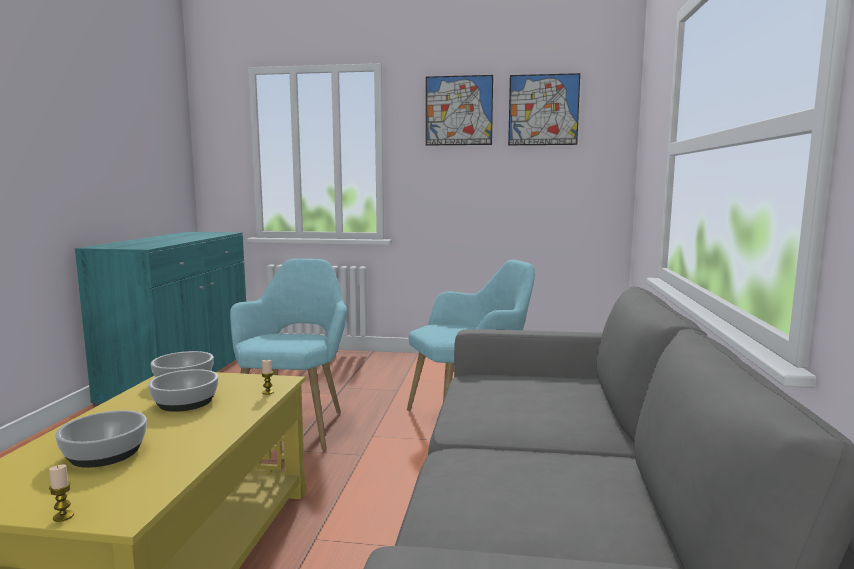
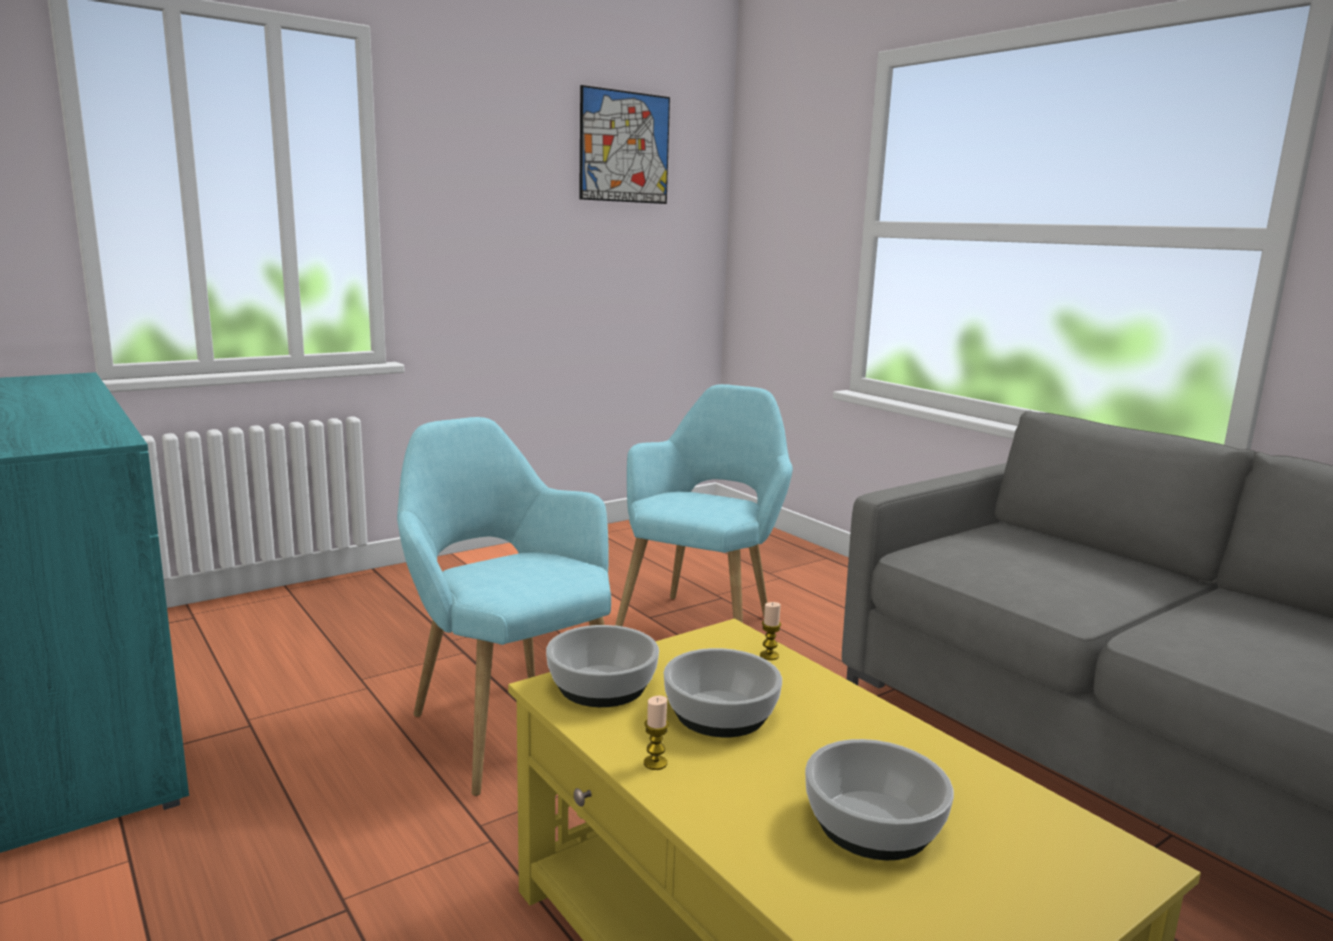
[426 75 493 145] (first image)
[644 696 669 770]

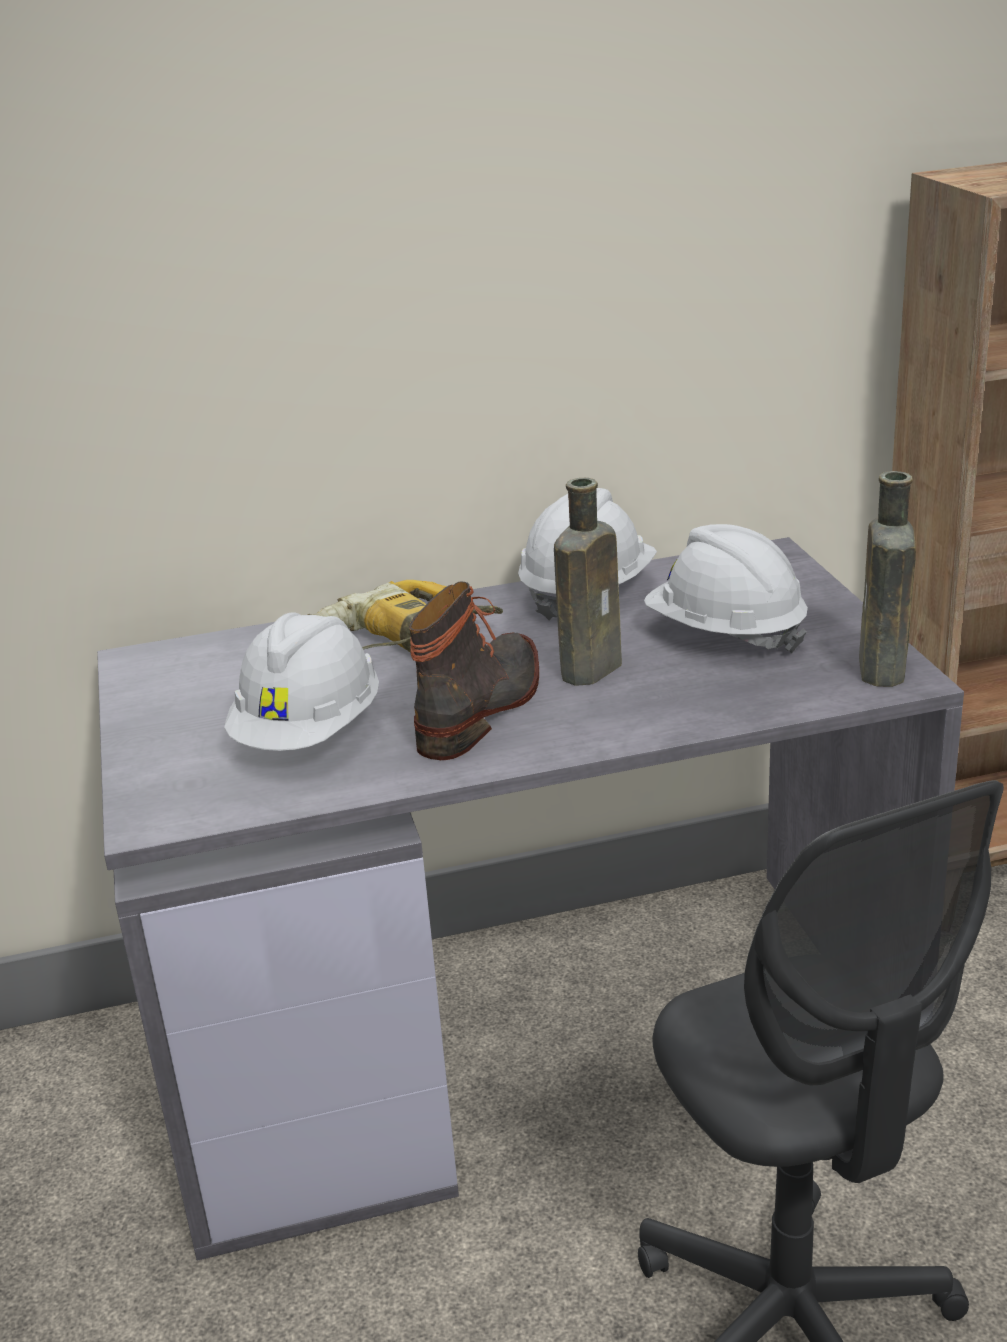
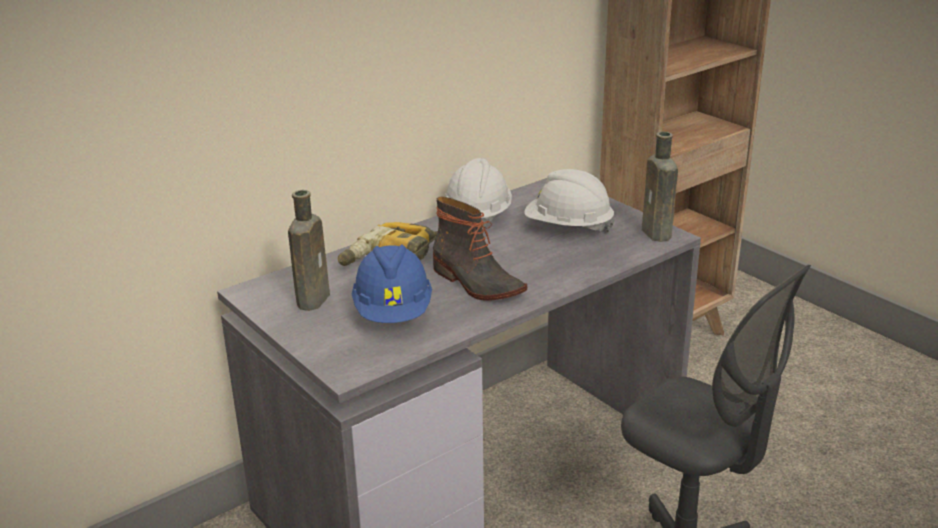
[288 190 330 311]
[352 244 432 323]
[433 197 527 301]

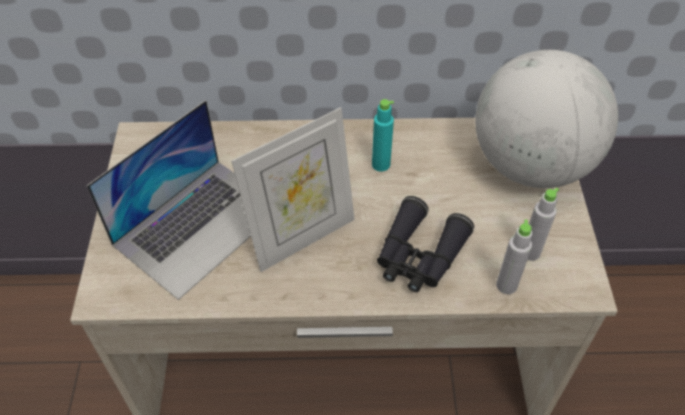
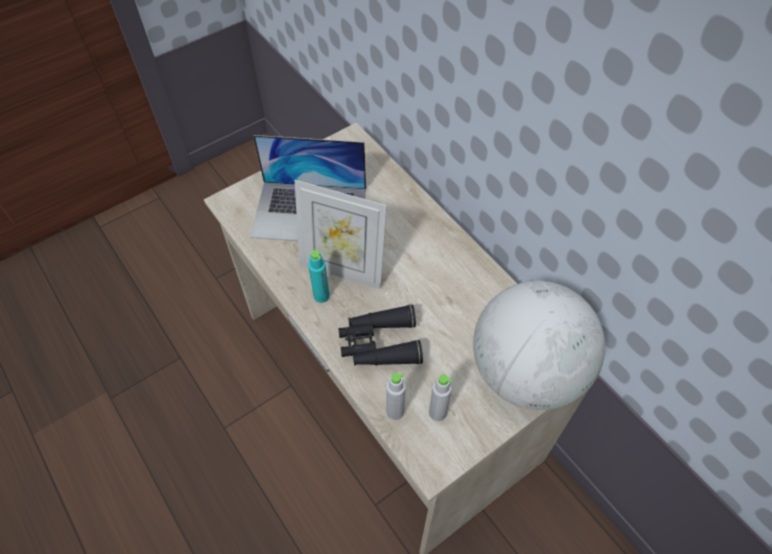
[308 250 330 303]

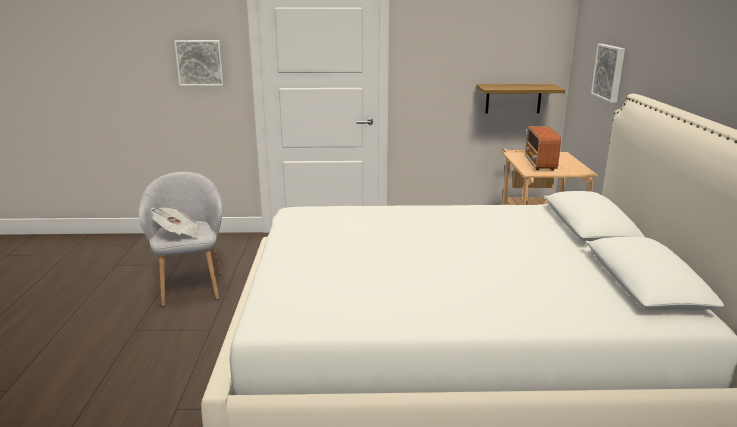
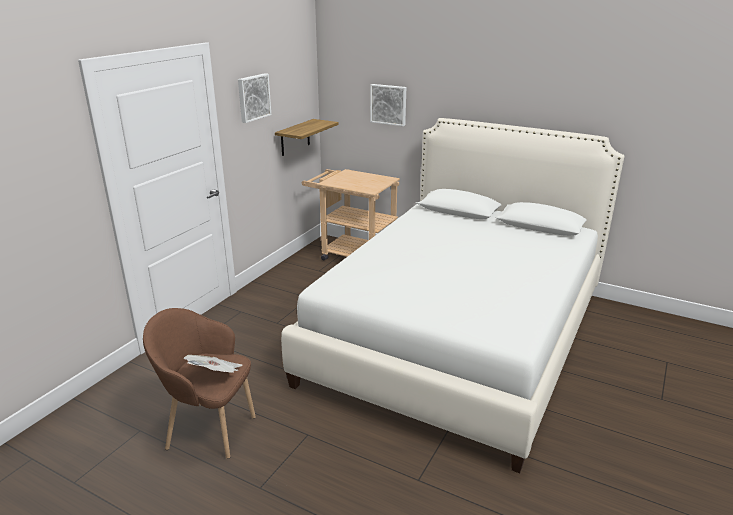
[525 126 561 171] (first image)
[238 73 271 123]
[143 308 256 459]

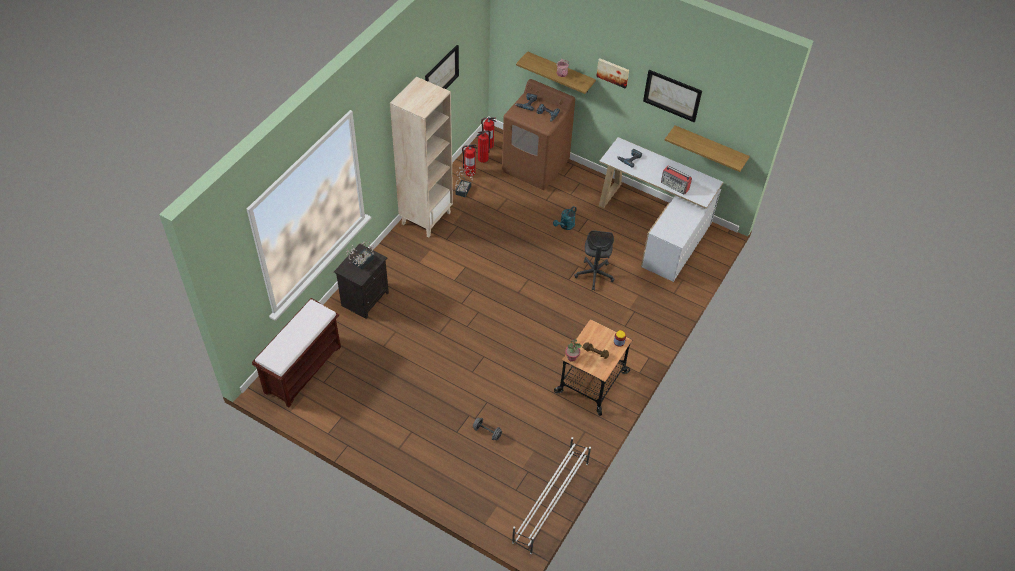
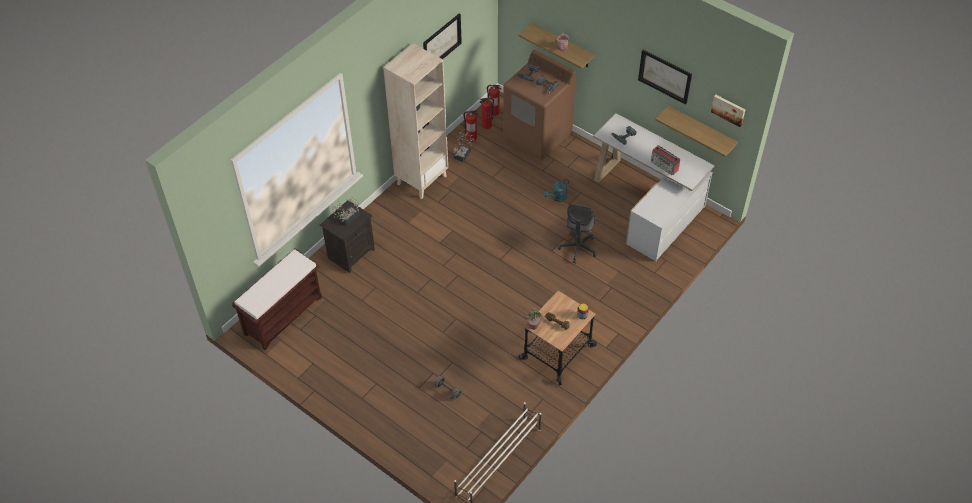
[711 95 746 127]

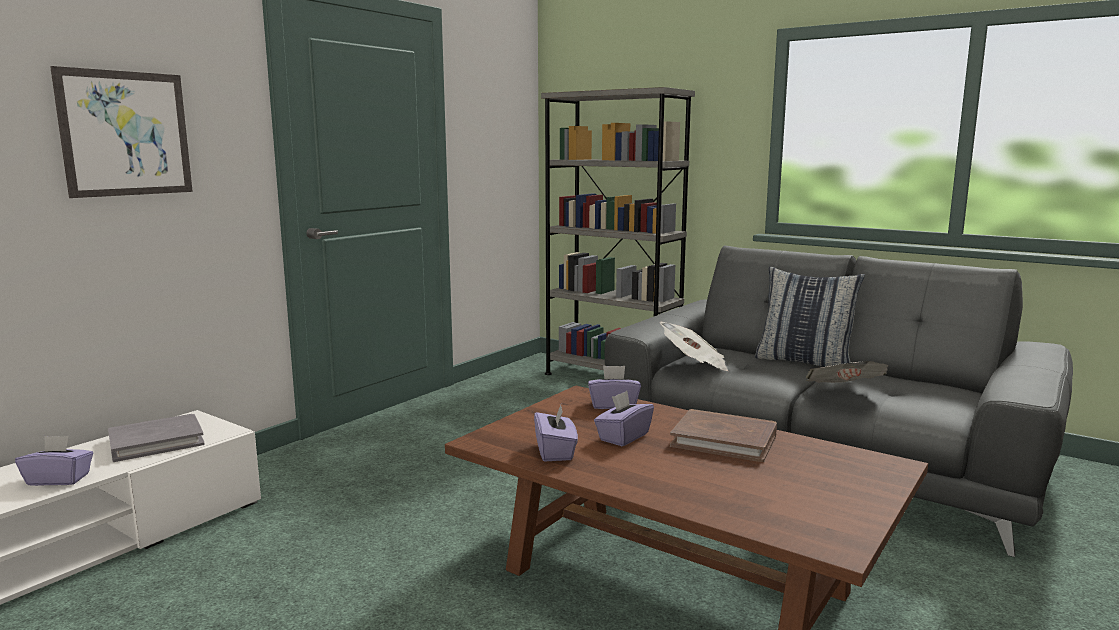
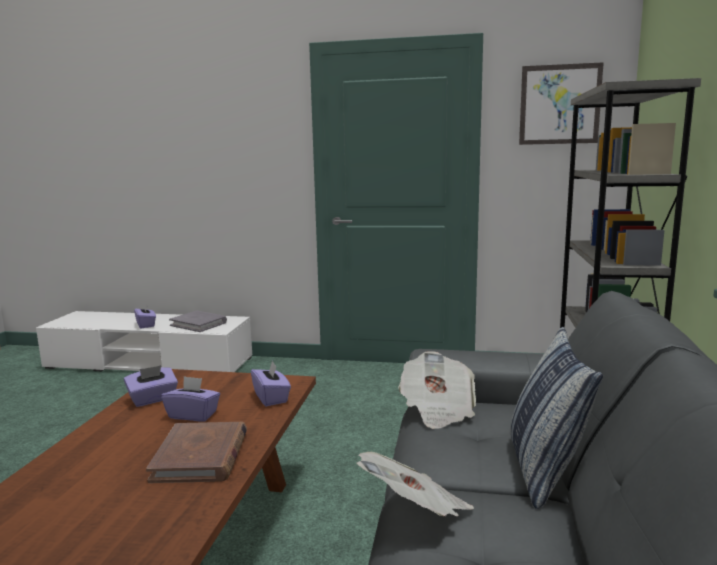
[519 62 604 145]

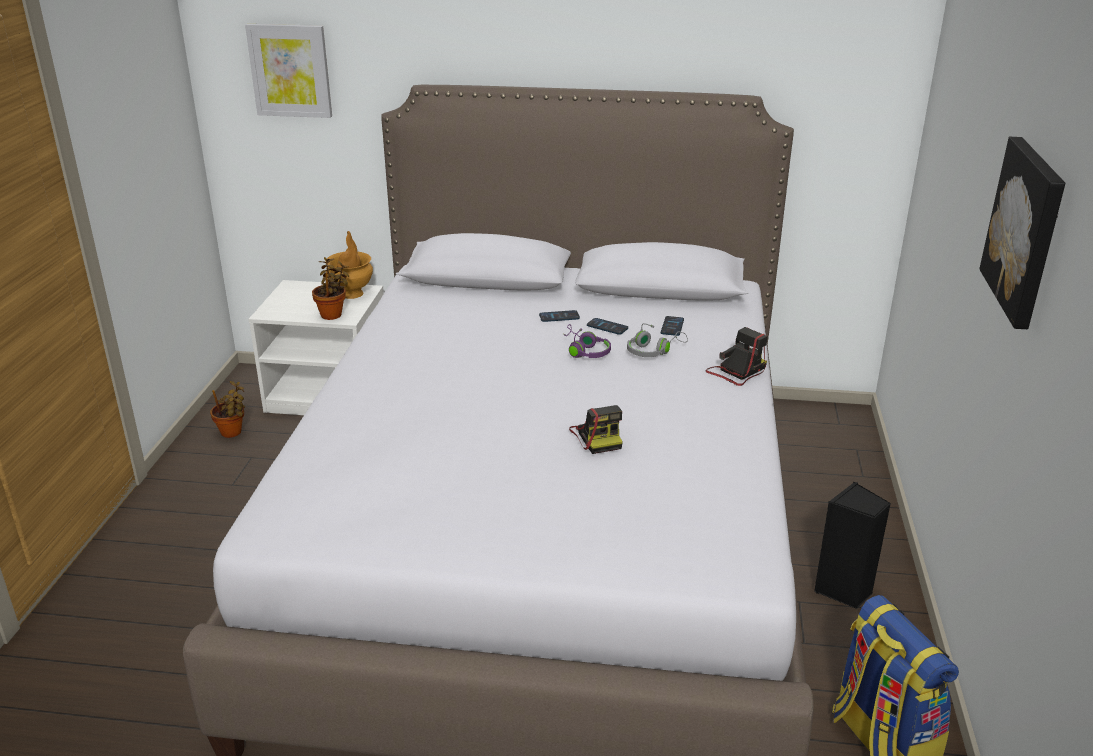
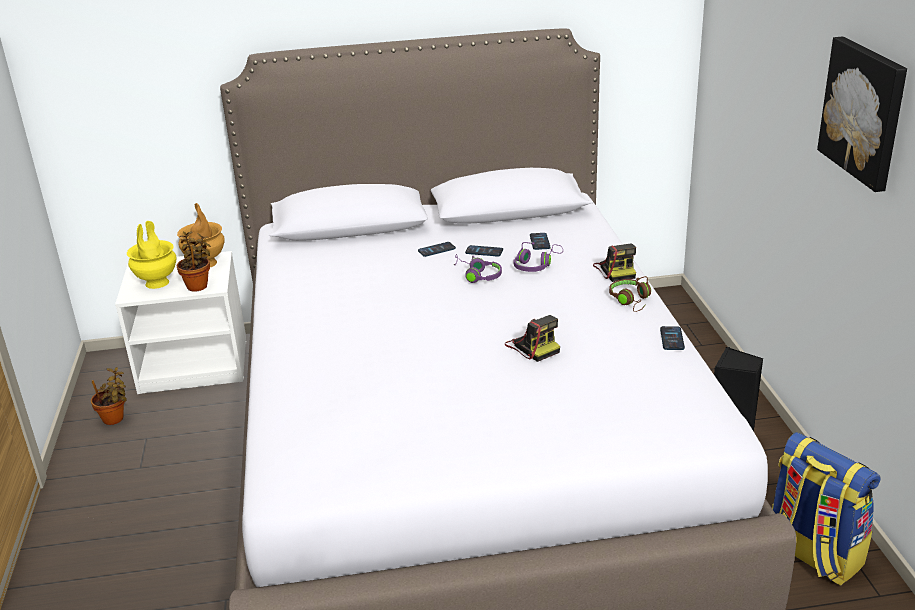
[245 24 332 118] (first image)
[127 221 177 289]
[609 276 651 312]
[660 326 685 350]
[514 242 563 272]
[593 244 636 282]

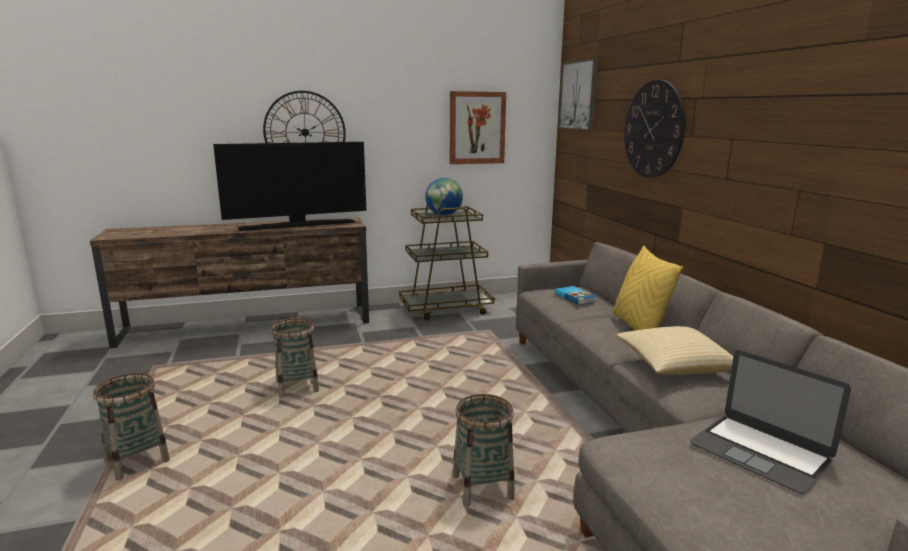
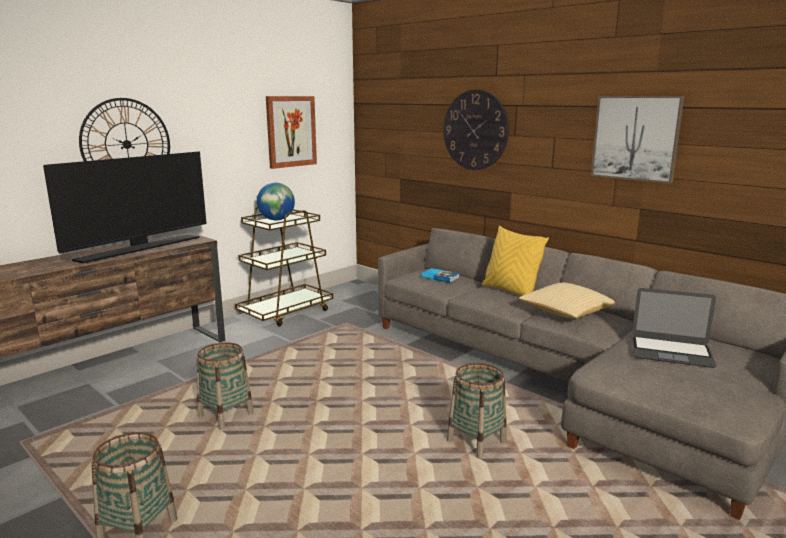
[591 96 684 184]

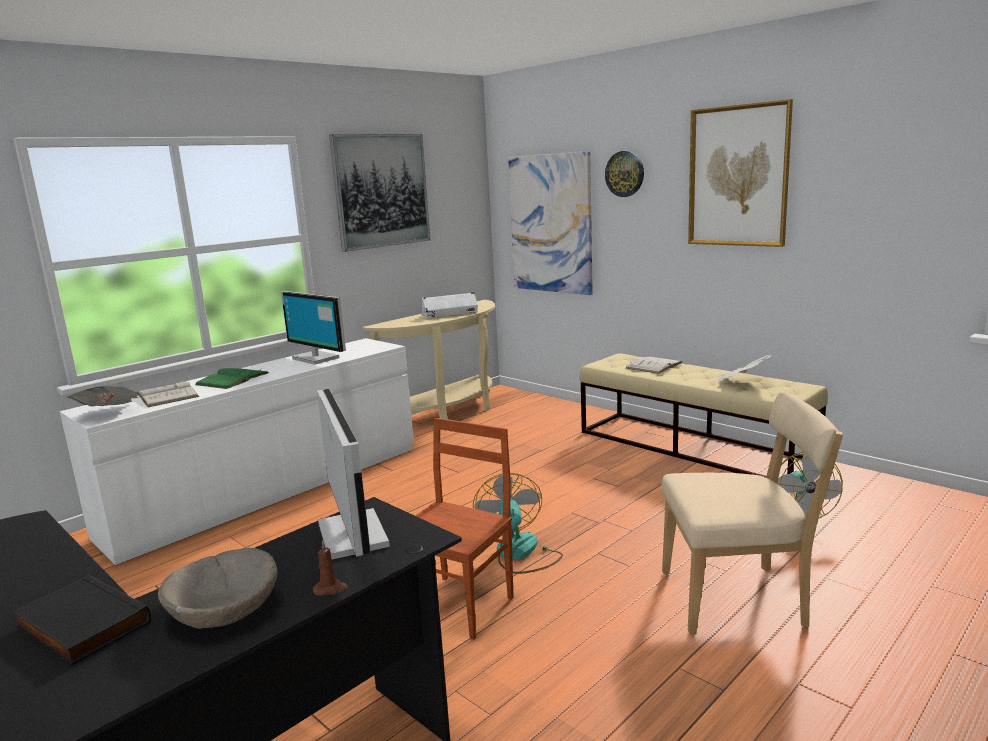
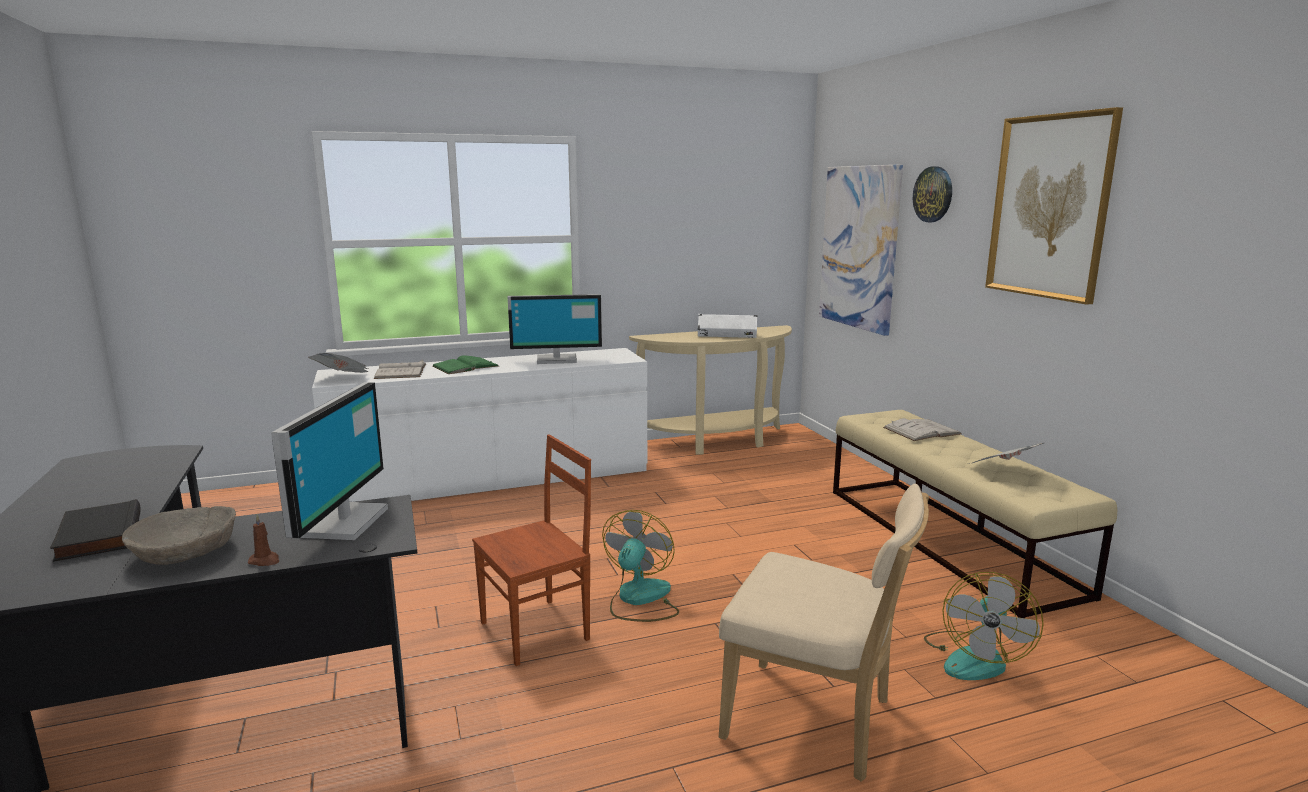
[329 134 430 252] (first image)
[508 294 602 364]

